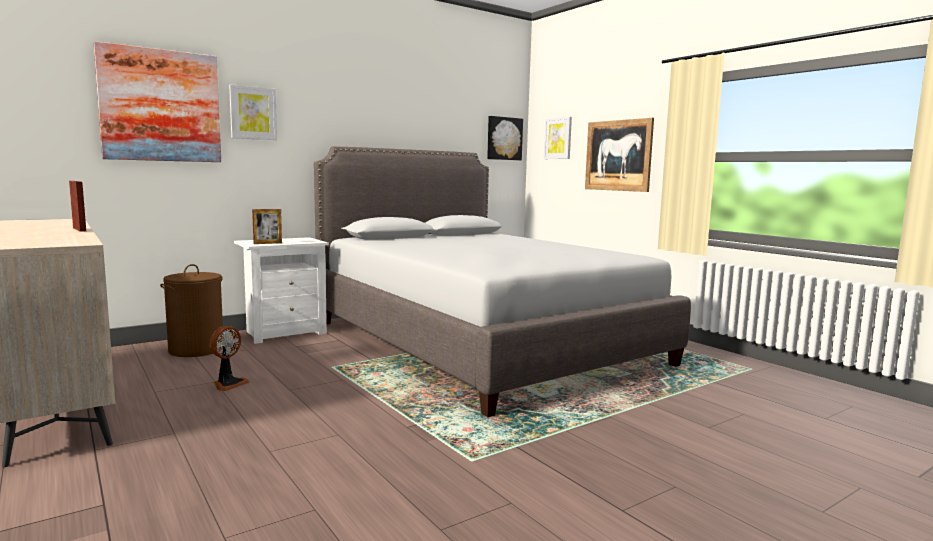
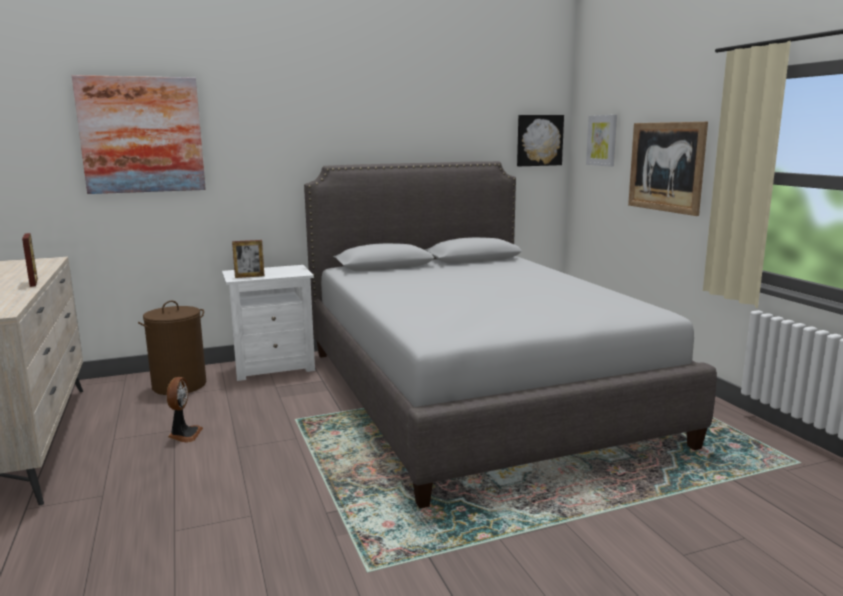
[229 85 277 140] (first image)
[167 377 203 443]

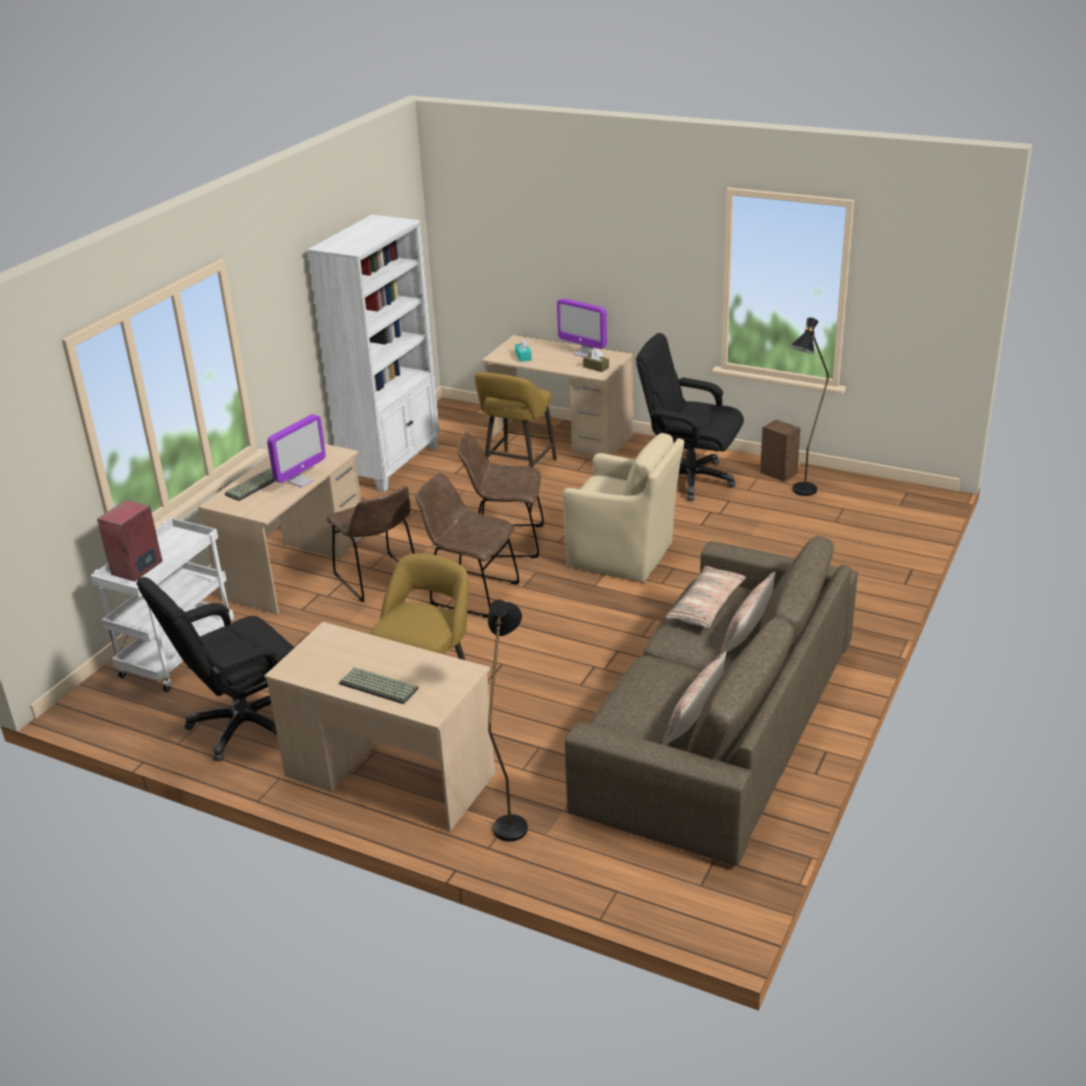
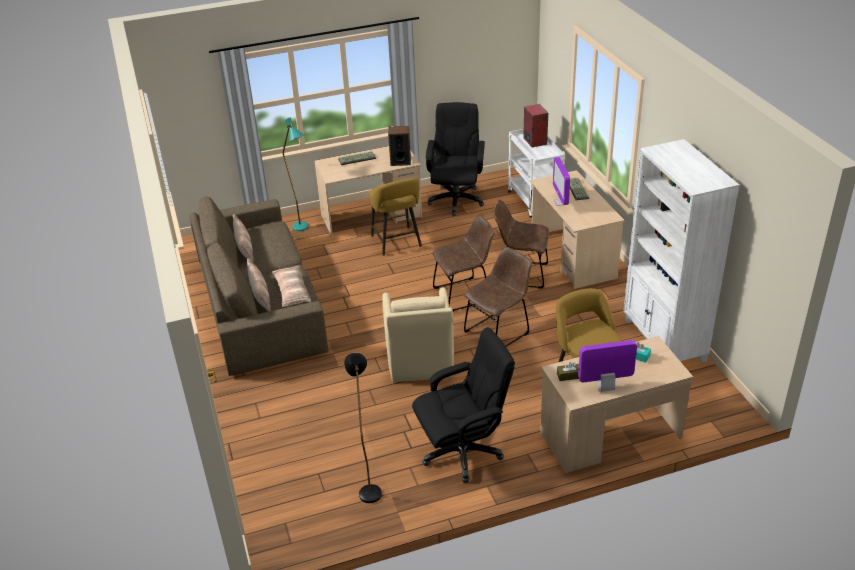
[388 126 411 166]
[283 118 308 231]
[382 287 454 382]

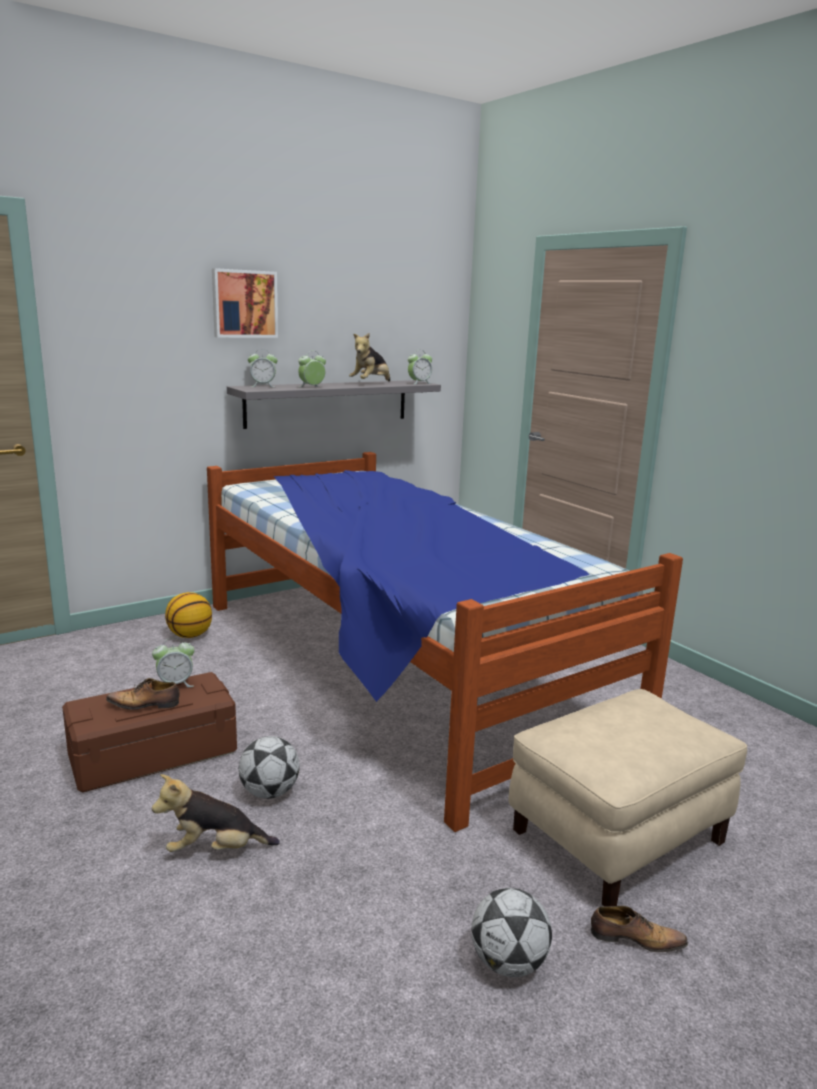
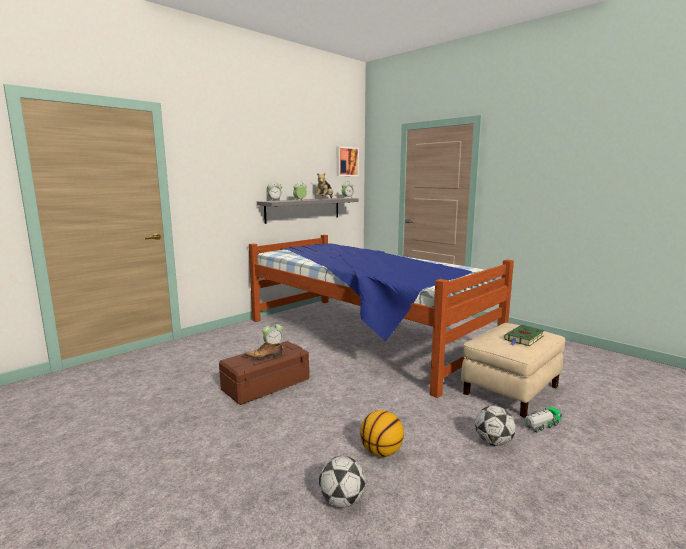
[152 774 280 852] (first image)
[504 325 545 346]
[360 410 404 457]
[336 146 359 176]
[319 456 365 508]
[525 407 562 433]

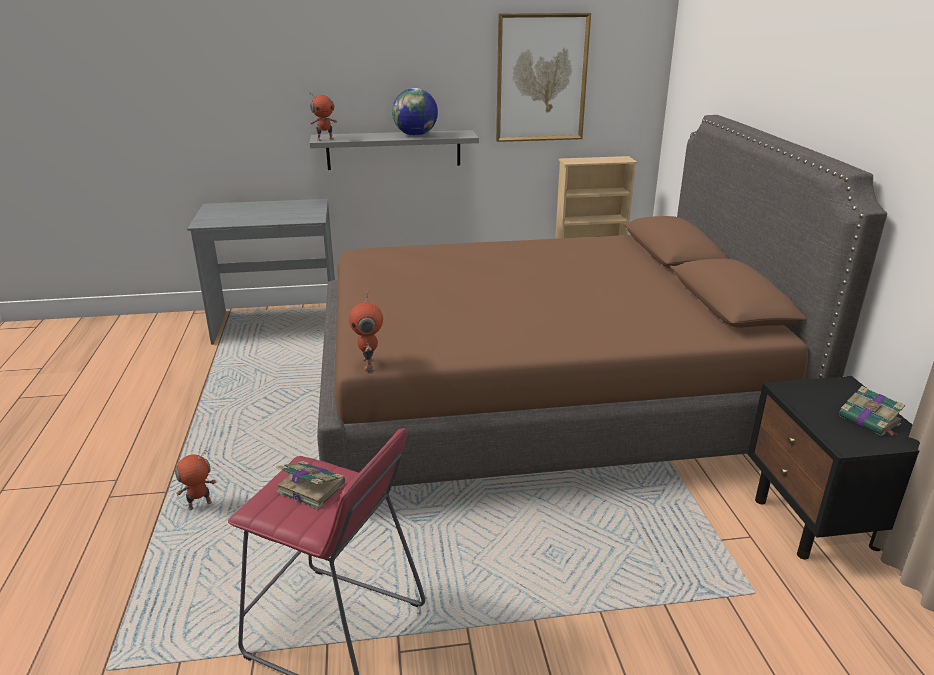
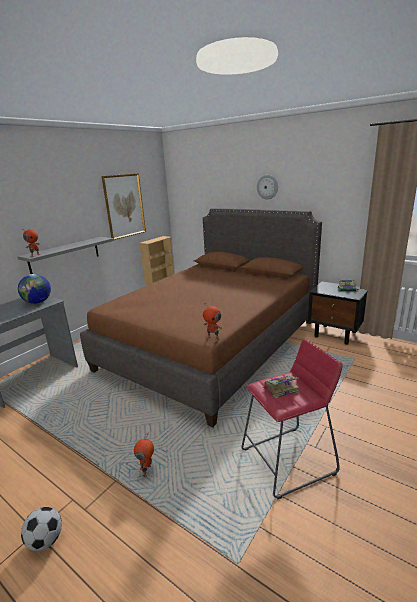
[21 507 62 551]
[257 175 278 200]
[18 274 51 304]

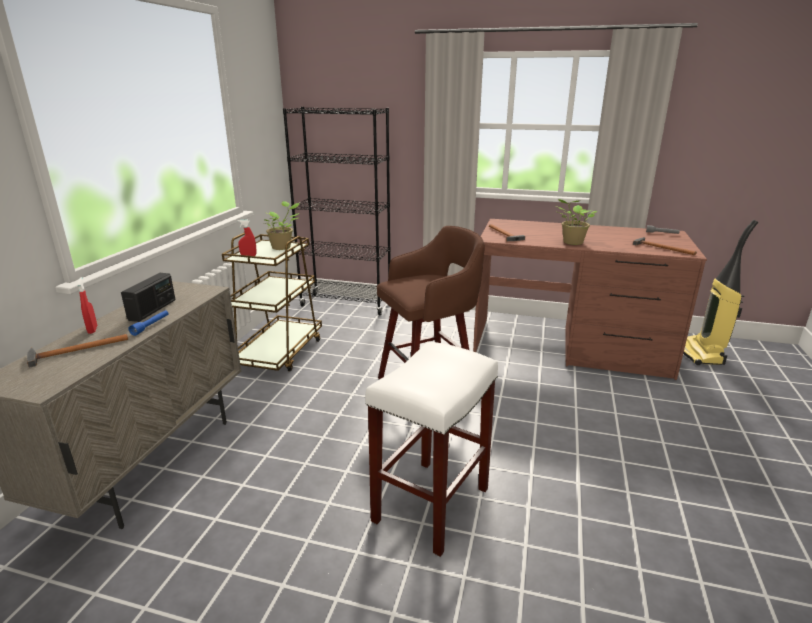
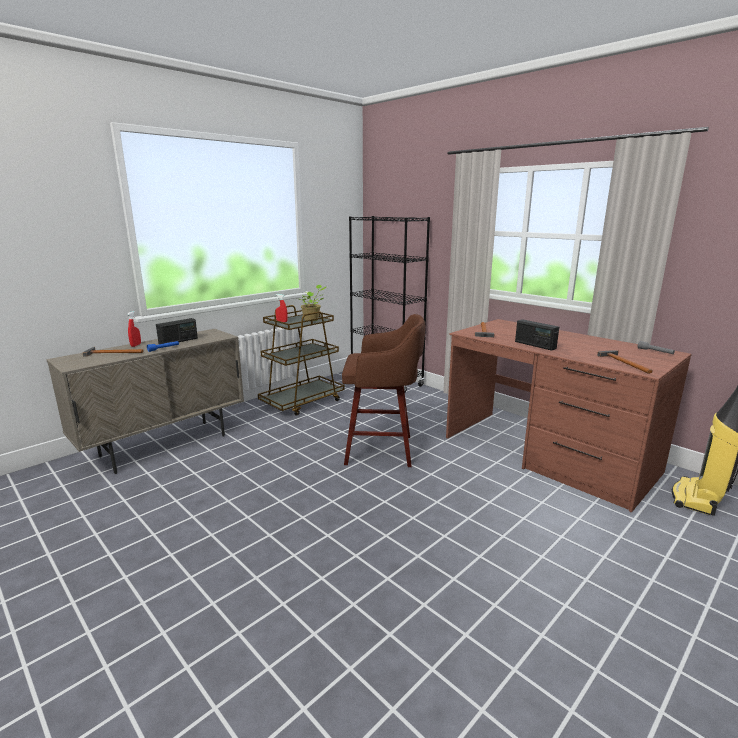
[365 341 498 557] (first image)
[515 319 559 351]

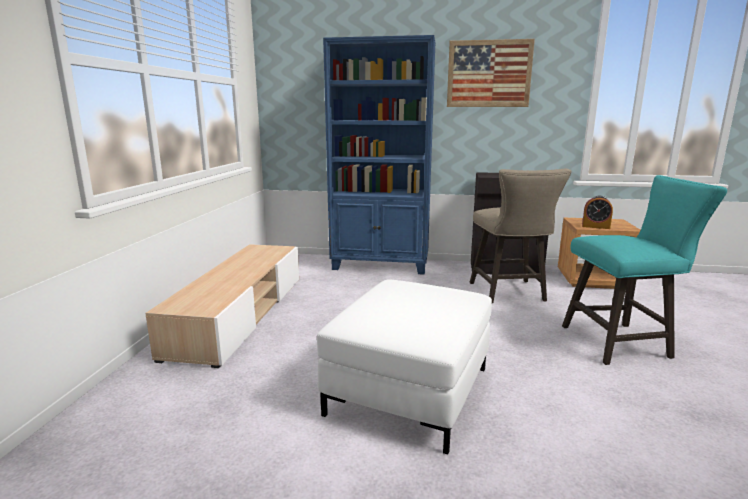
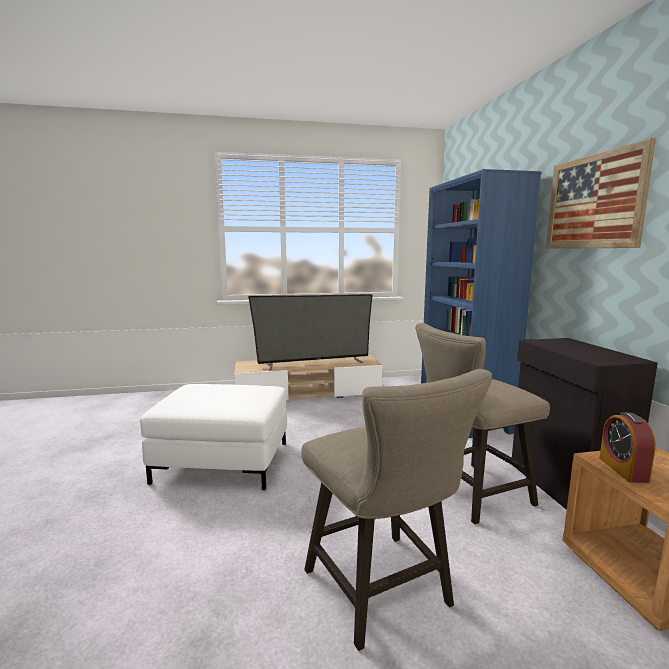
[248 294 373 370]
[301 369 493 651]

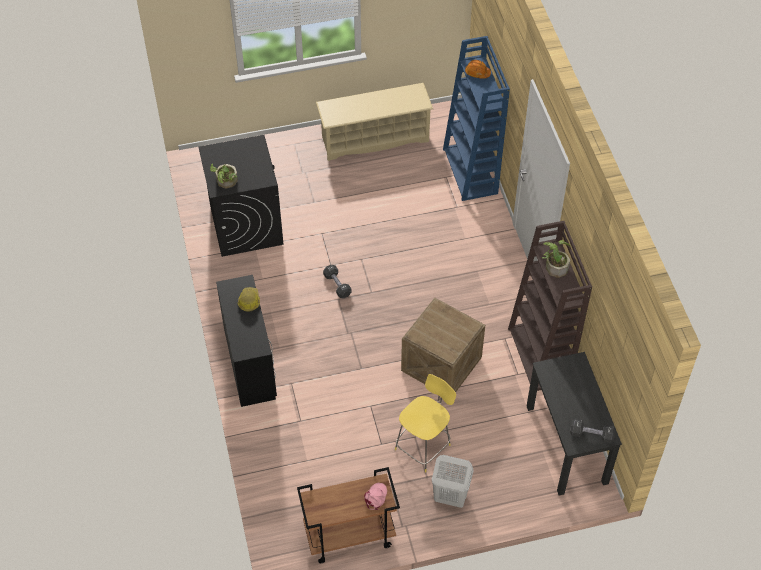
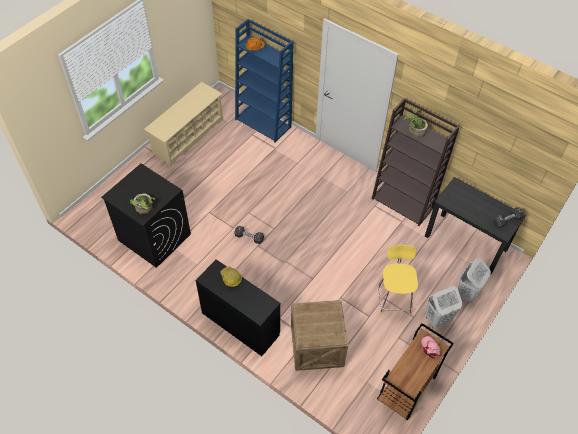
[458 258 491 303]
[291 300 348 371]

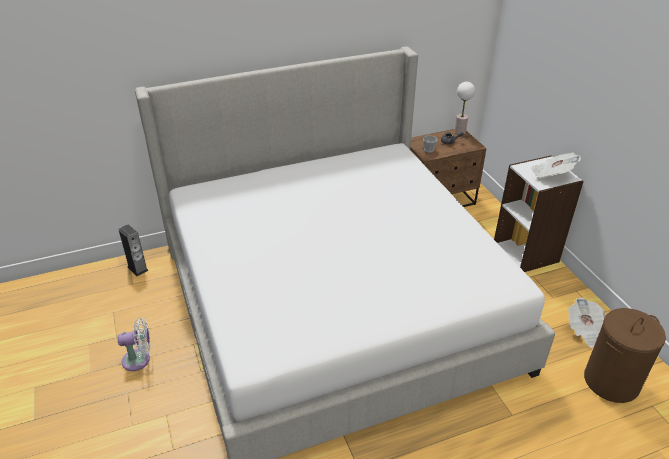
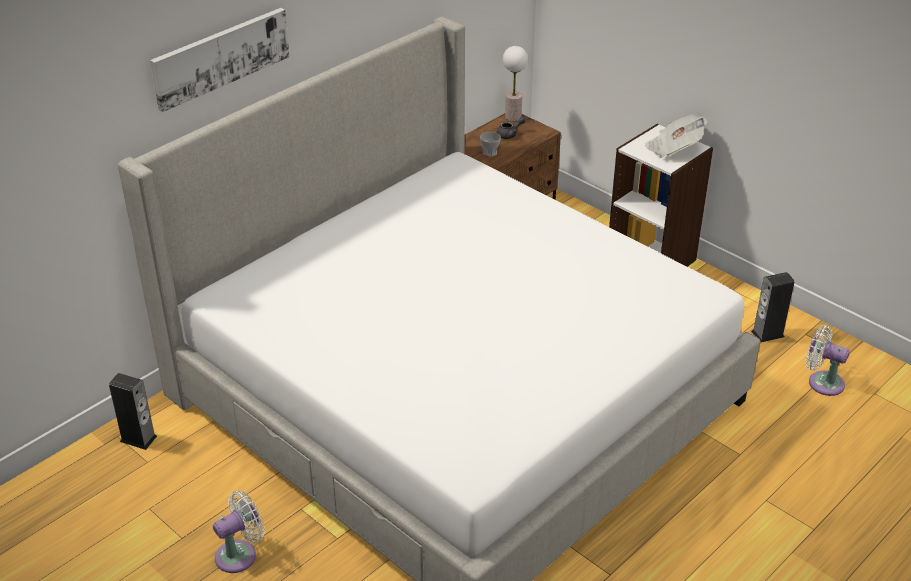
[150 8 290 112]
[751 272 794 343]
[806 325 850 396]

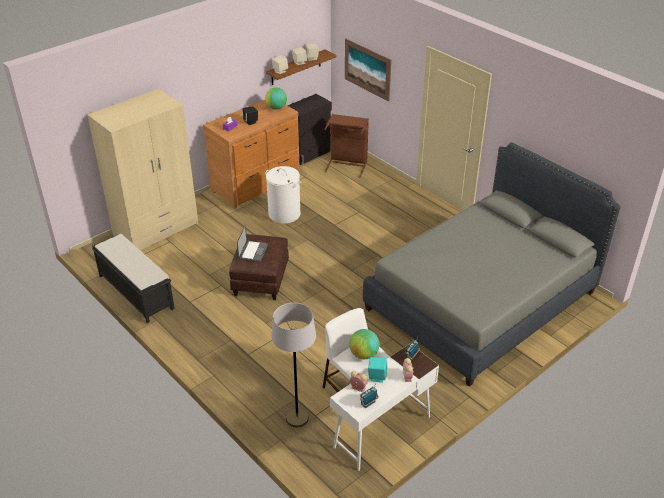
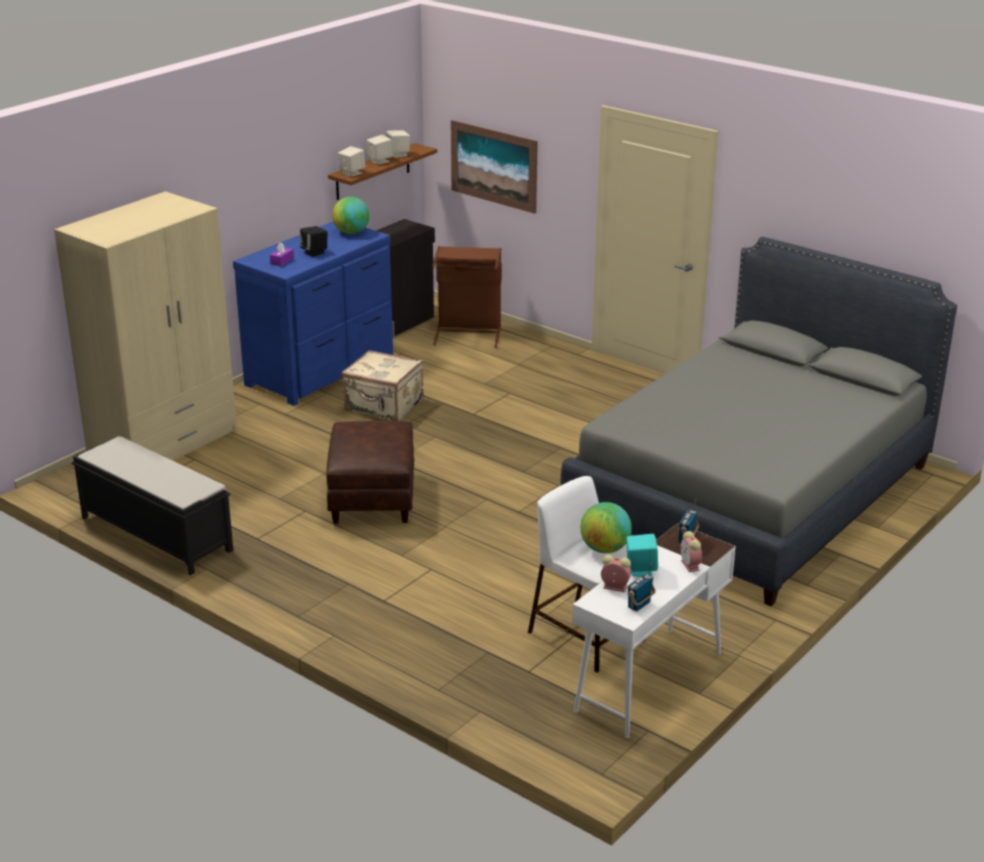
[237 224 268 262] (first image)
[272 303 316 427] (first image)
[342 350 423 421]
[233 222 393 406]

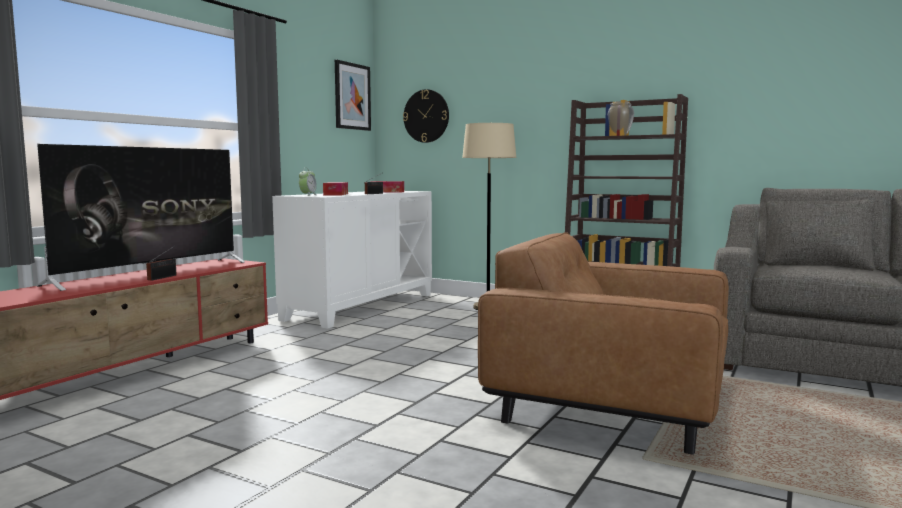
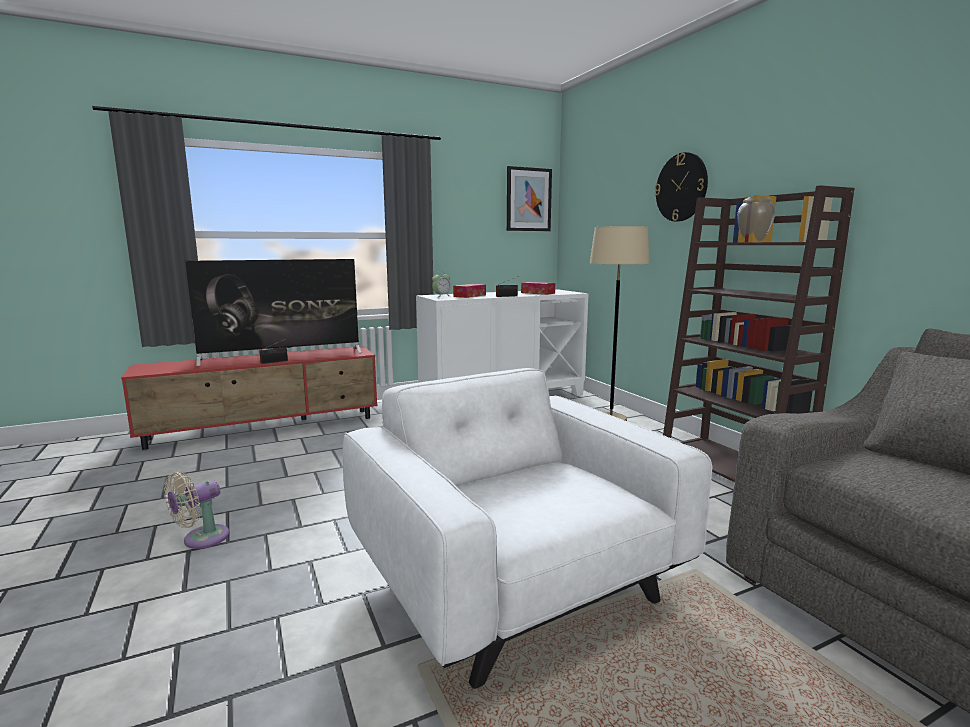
[164 472 230 549]
[654 152 708 222]
[343 368 712 689]

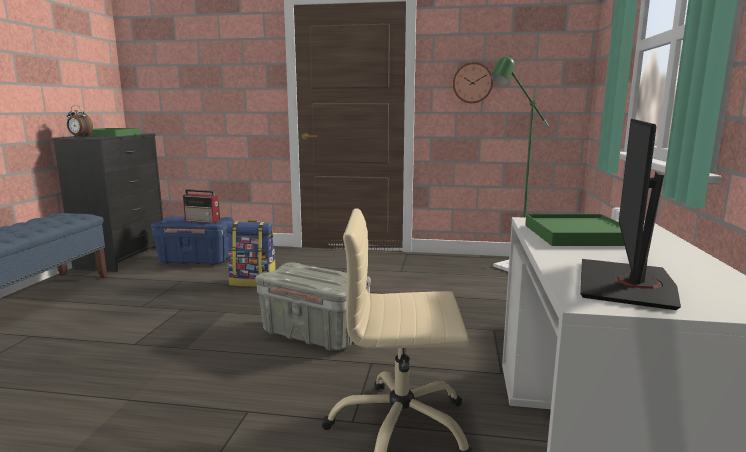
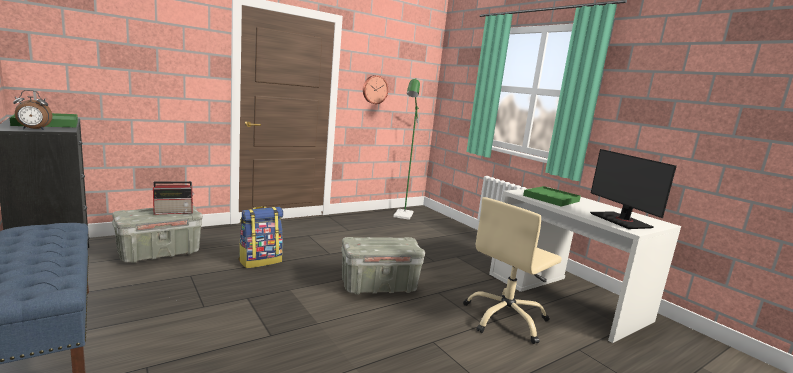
[112 205 203 263]

